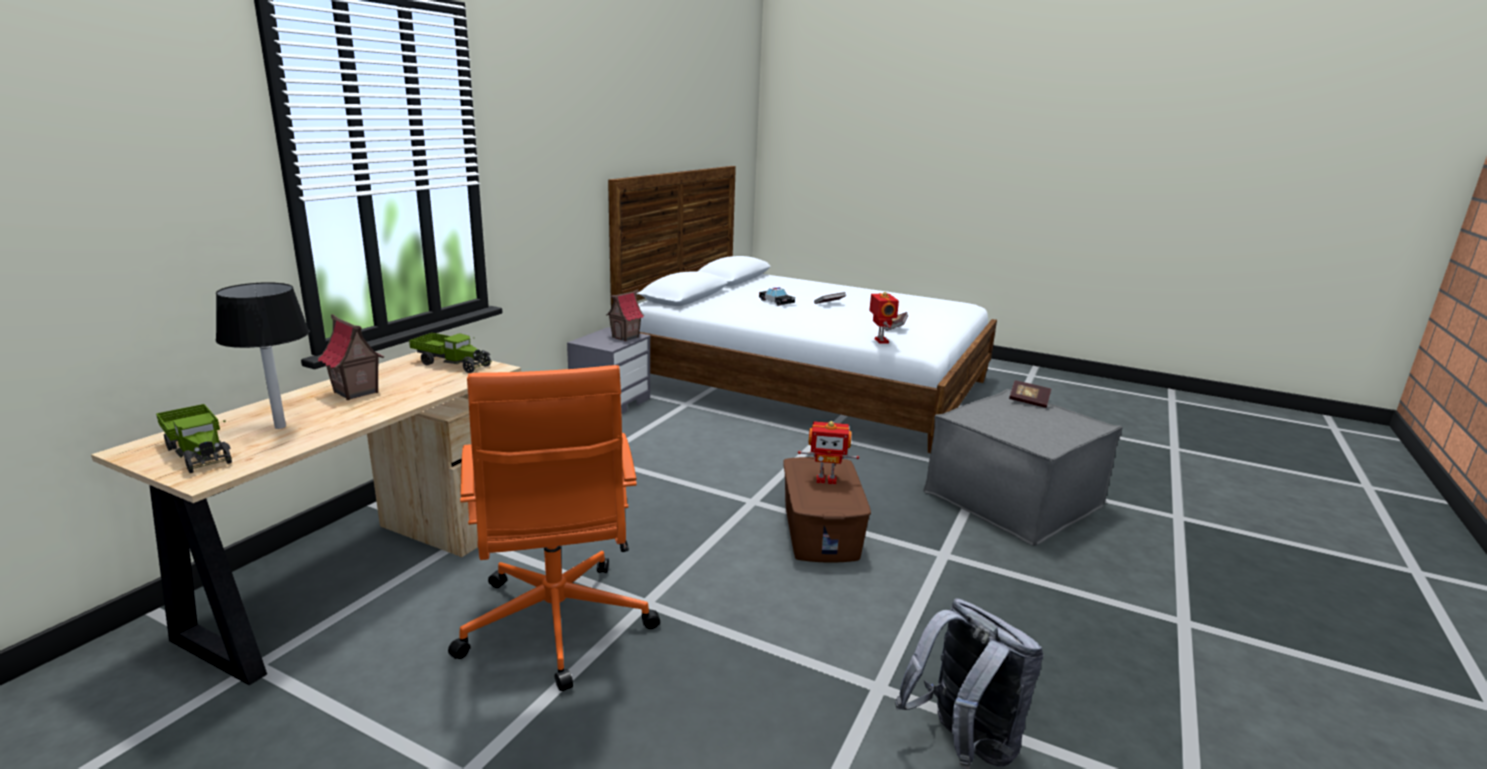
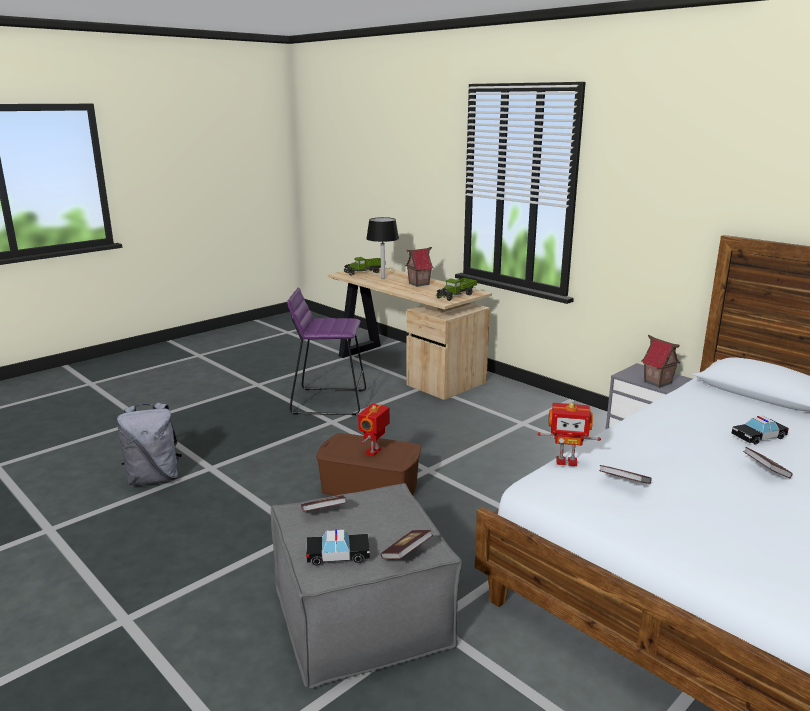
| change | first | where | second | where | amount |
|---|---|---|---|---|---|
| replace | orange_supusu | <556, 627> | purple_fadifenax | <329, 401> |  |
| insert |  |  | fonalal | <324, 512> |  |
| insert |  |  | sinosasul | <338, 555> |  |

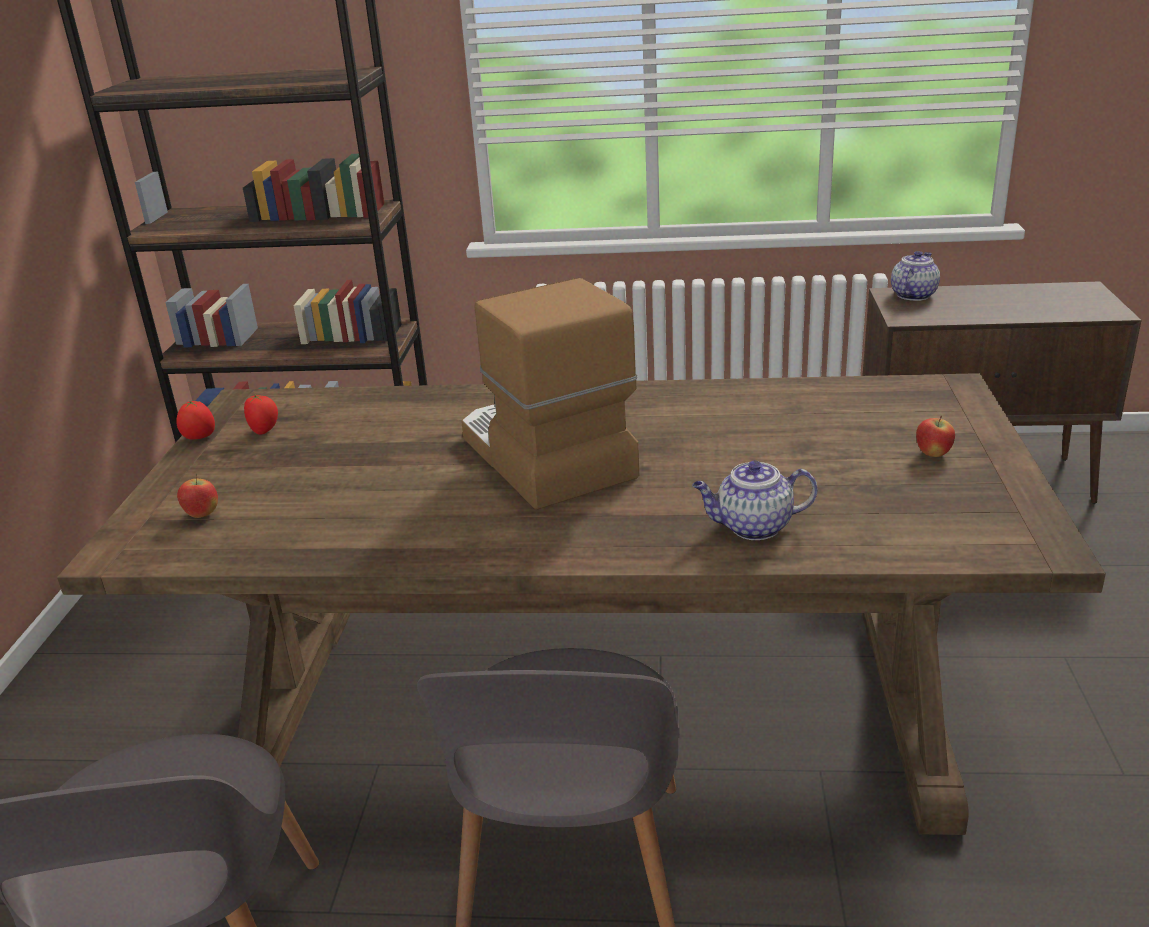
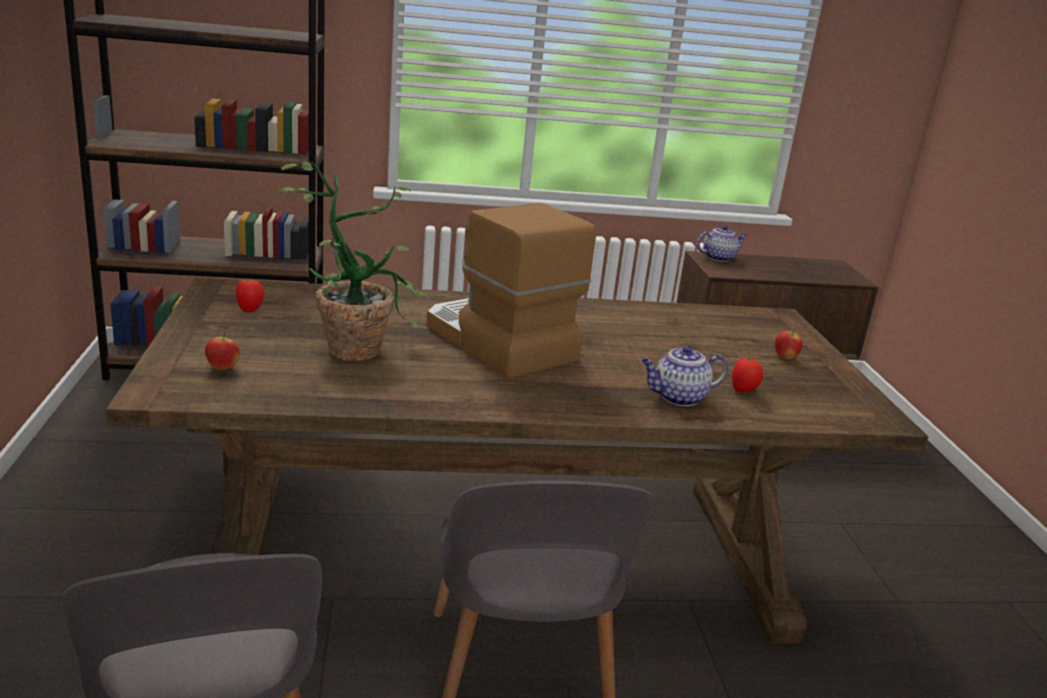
| change | first | where | second | where | amount |
|---|---|---|---|---|---|
| move | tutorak | <199, 438> |  | <743, 391> |  |
| rotate | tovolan | <913, 295> |  | <719, 258> | 45 degrees clockwise |
| insert |  |  | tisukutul | <357, 345> |  |

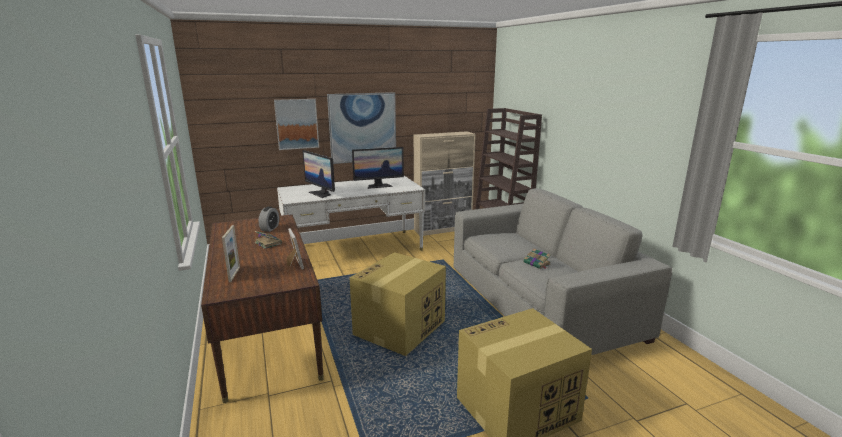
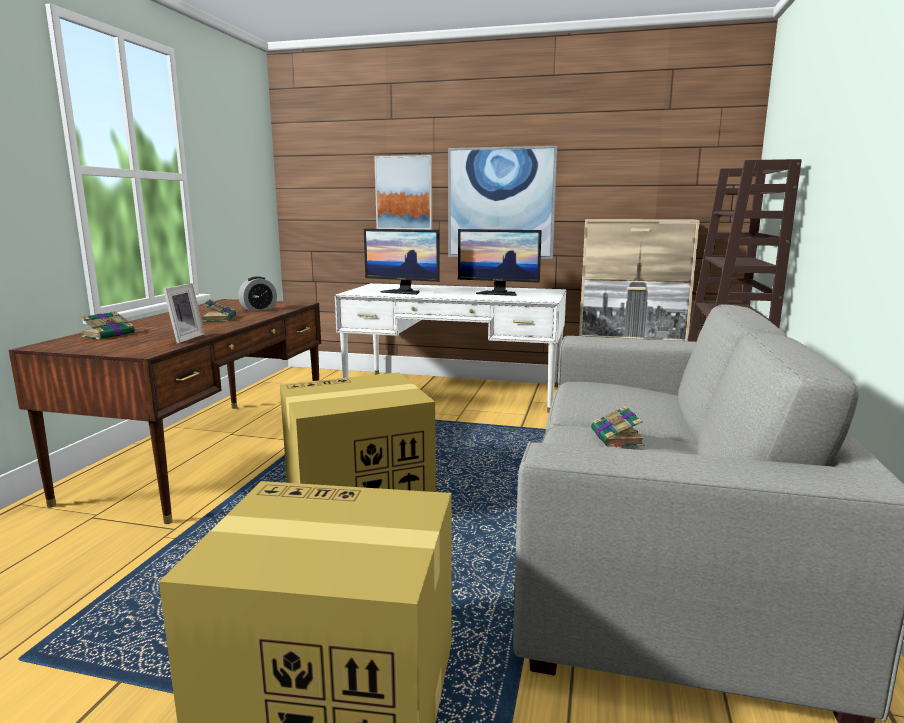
| change | first | where | second | where | amount |
|---|---|---|---|---|---|
| replace | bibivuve | <234, 274> | fonalal | <110, 334> |  |
| rotate | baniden | <321, 194> |  | <403, 292> | 60 degrees counterclockwise |

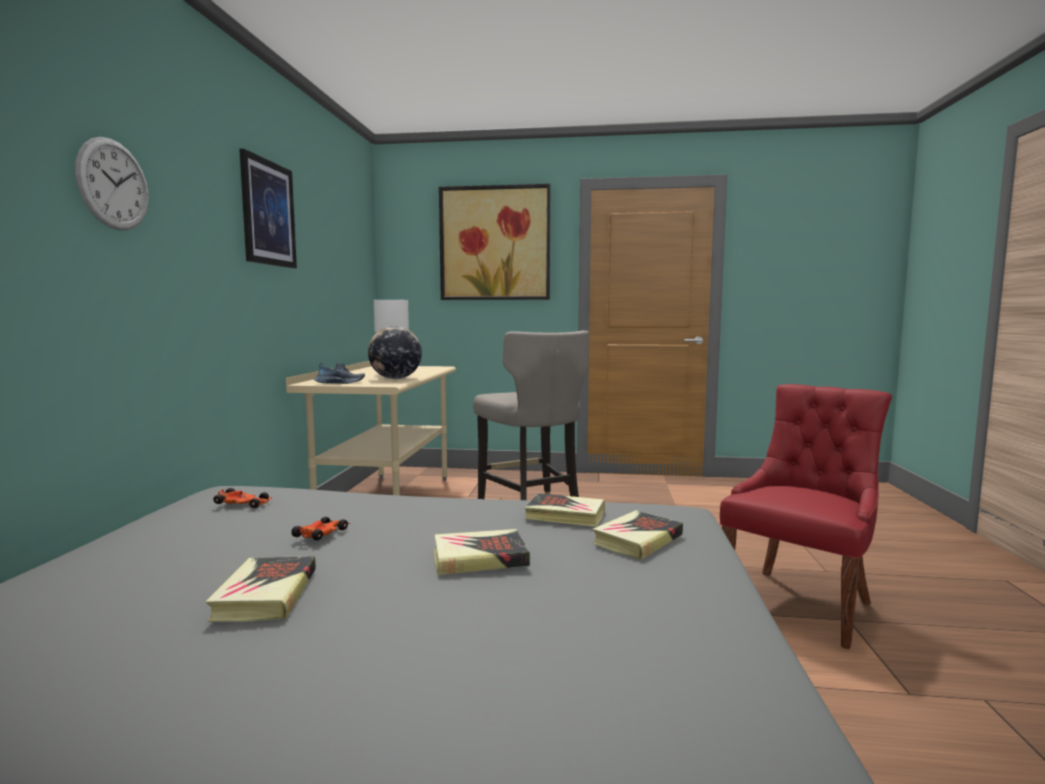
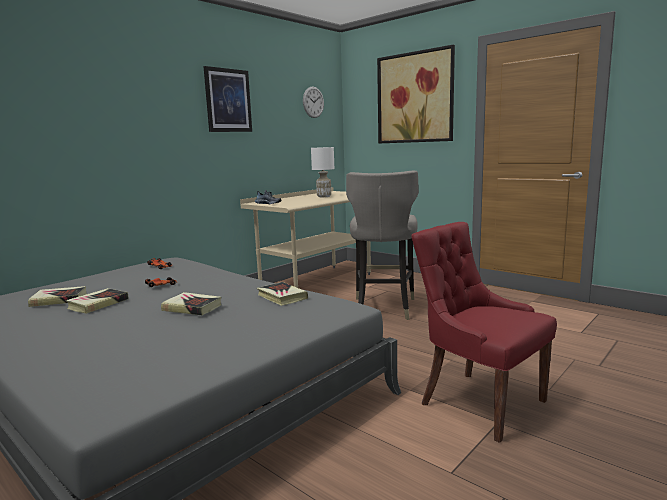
| change | first | where | second | where | amount |
|---|---|---|---|---|---|
| move | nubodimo | <113, 184> |  | <313, 102> |  |
| delete | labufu | <395, 379> |  |  |  |
| move | fonalal | <637, 540> |  | <59, 300> |  |
| rotate | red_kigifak | <799, 603> |  | <479, 402> | 120 degrees counterclockwise |

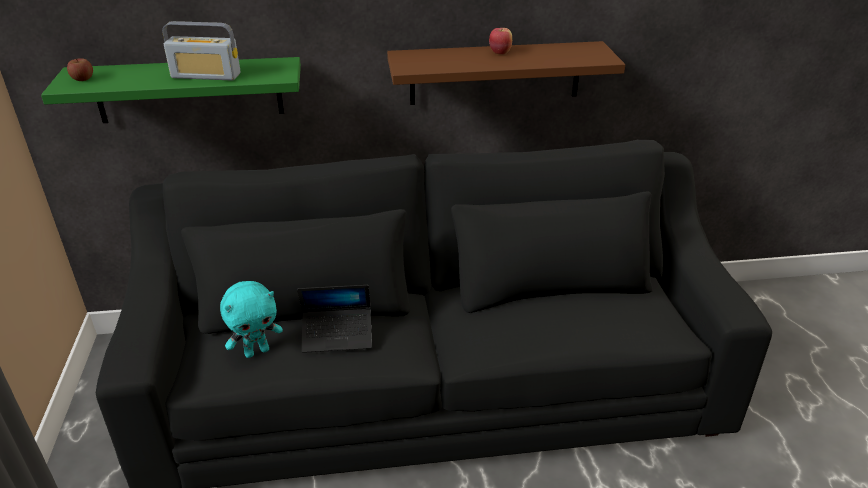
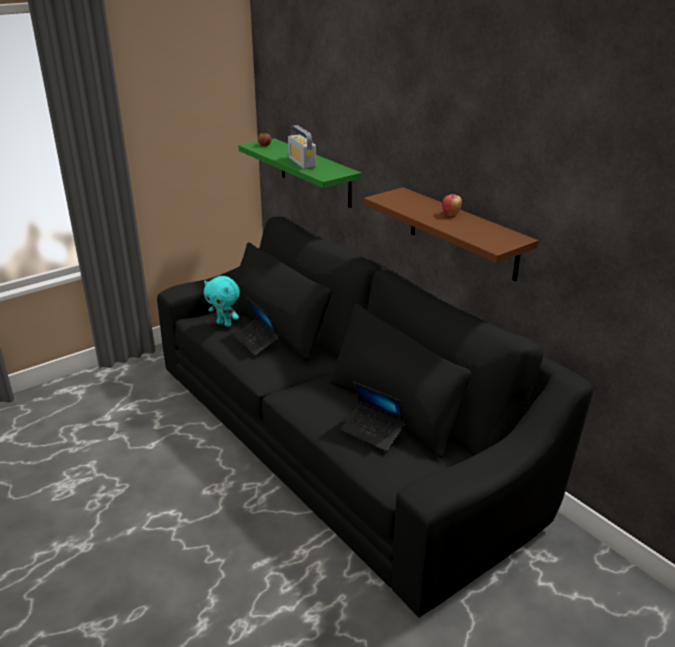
| change | first | where | second | where | amount |
|---|---|---|---|---|---|
| insert |  |  | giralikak | <372, 431> |  |

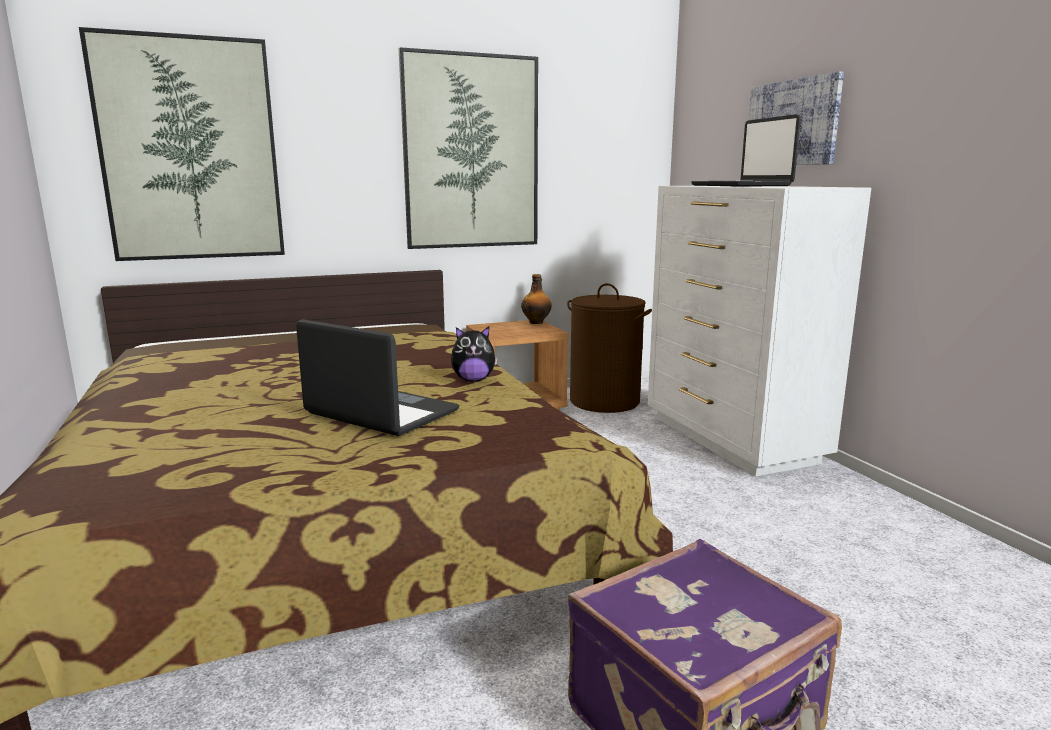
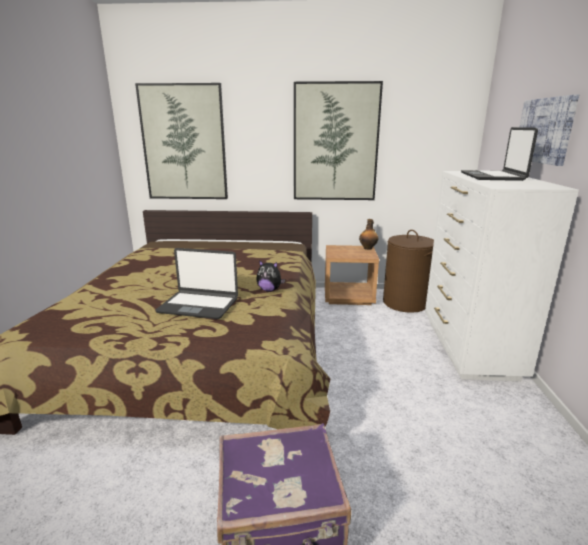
| change | first | where | second | where | amount |
|---|---|---|---|---|---|
| rotate | giralikak | <381, 413> |  | <199, 305> | 135 degrees clockwise |

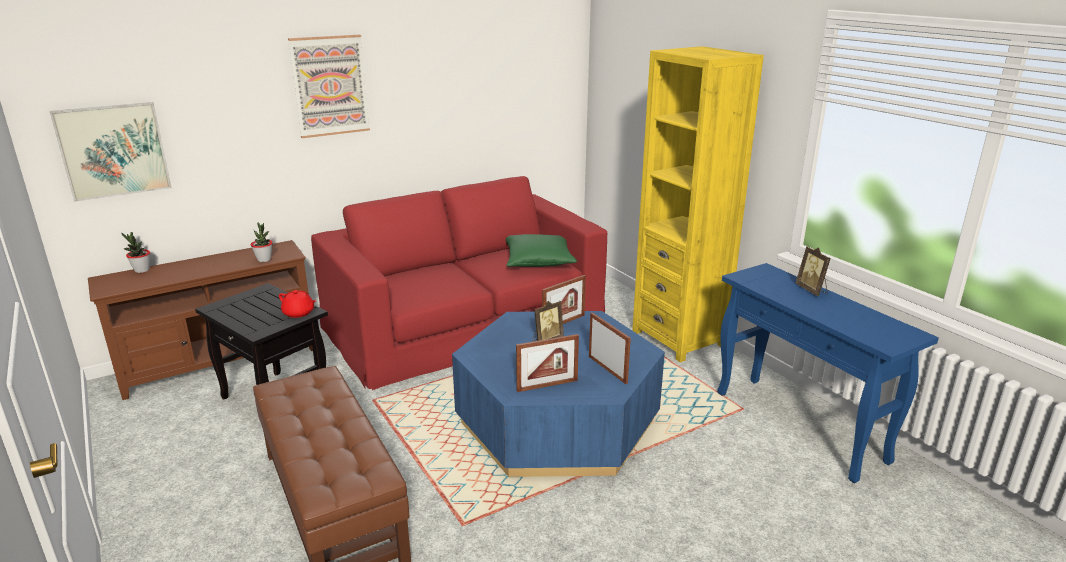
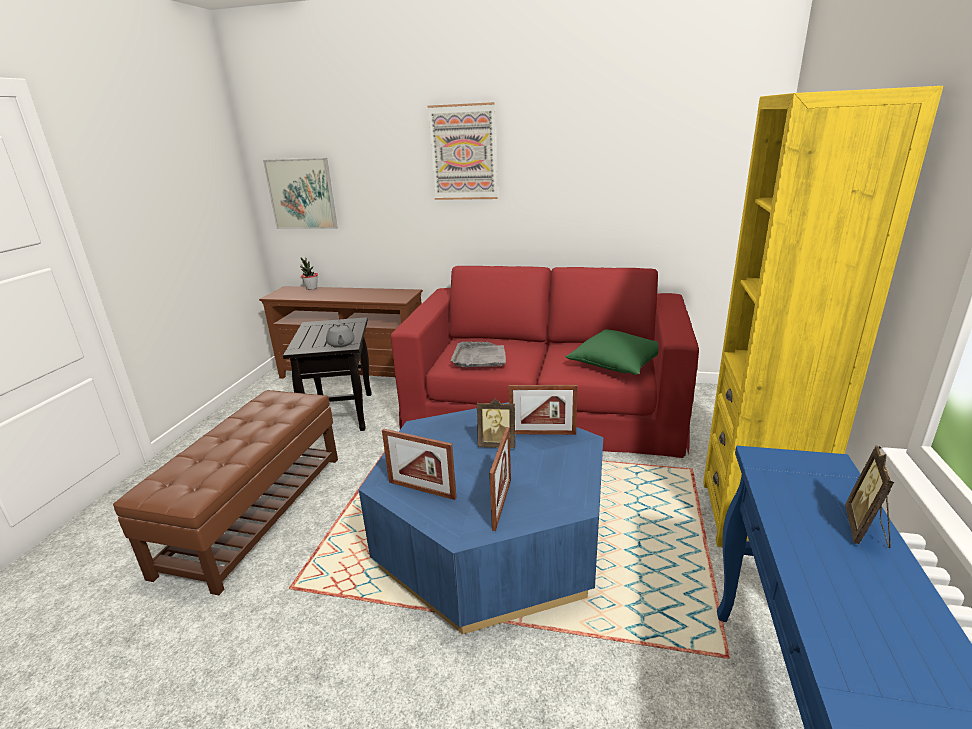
| change | first | where | second | where | amount |
|---|---|---|---|---|---|
| delete | tisukutul | <264, 259> |  |  |  |
| recolor | red_tovolan | <299, 313> | grey_tovolan | <341, 344> |  |
| insert |  |  | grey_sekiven | <479, 357> |  |

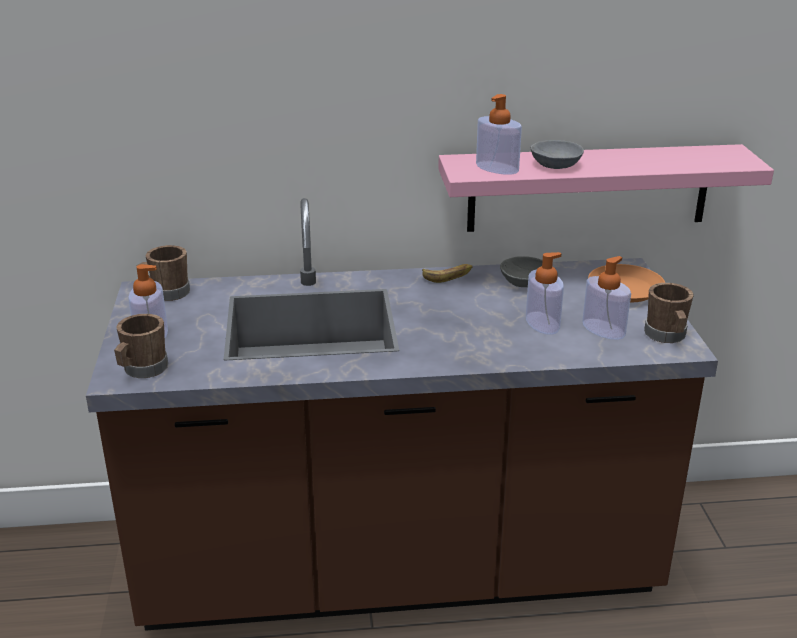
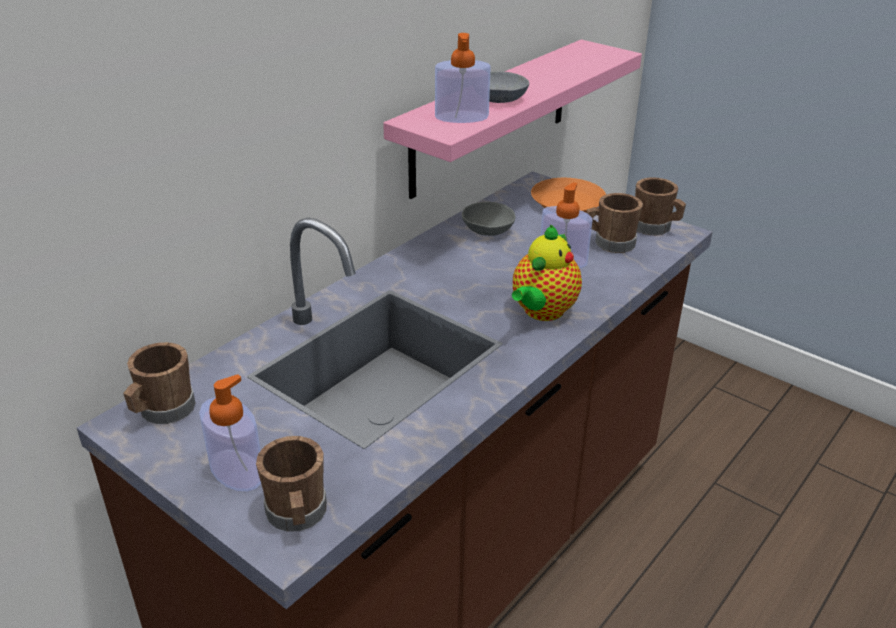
| change | first | where | second | where | amount |
|---|---|---|---|---|---|
| delete | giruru | <448, 276> |  |  |  |
| replace | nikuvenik | <603, 329> | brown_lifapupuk | <610, 243> |  |
| insert |  |  | tovolan | <542, 312> |  |

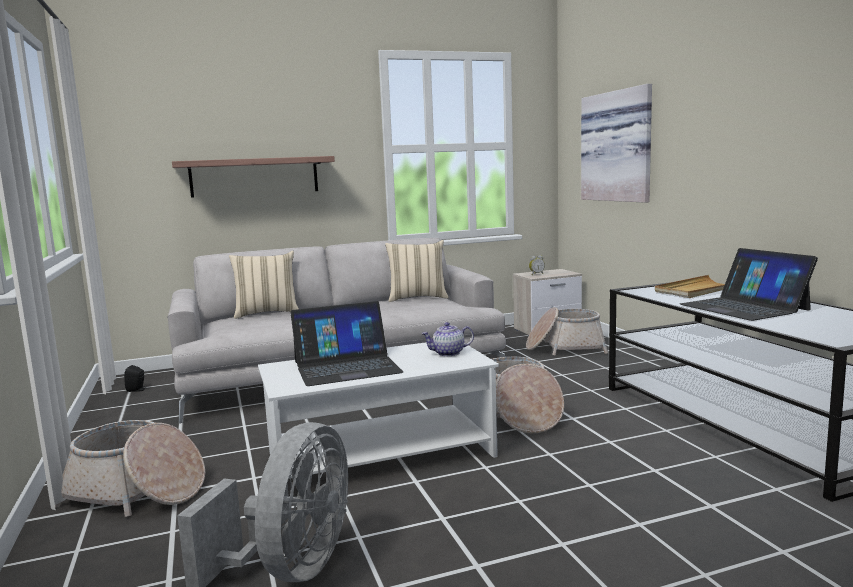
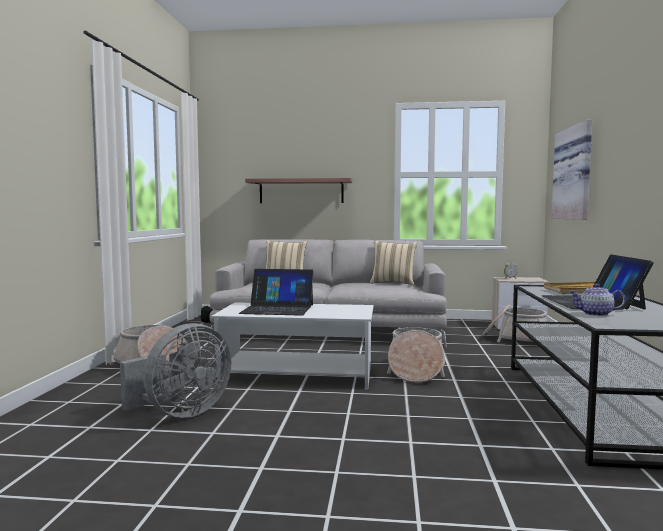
| change | first | where | second | where | amount |
|---|---|---|---|---|---|
| move | tovolan | <448, 353> |  | <595, 314> |  |

